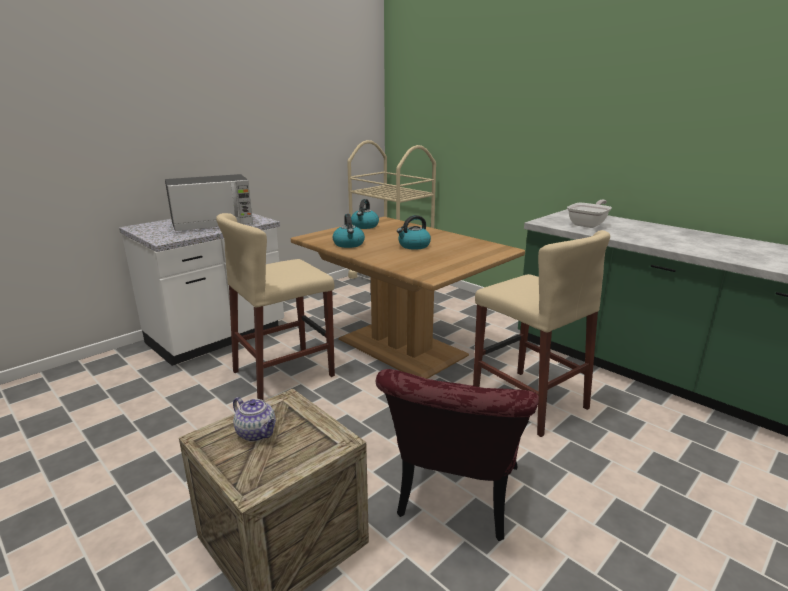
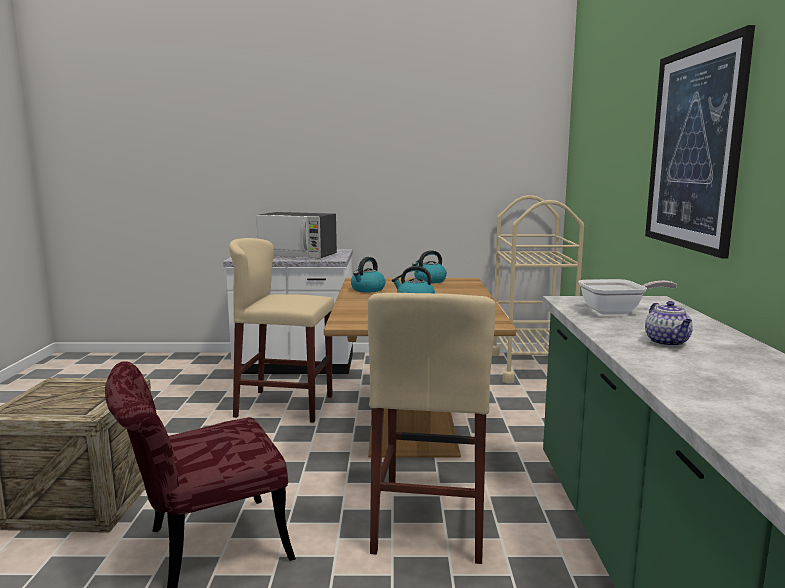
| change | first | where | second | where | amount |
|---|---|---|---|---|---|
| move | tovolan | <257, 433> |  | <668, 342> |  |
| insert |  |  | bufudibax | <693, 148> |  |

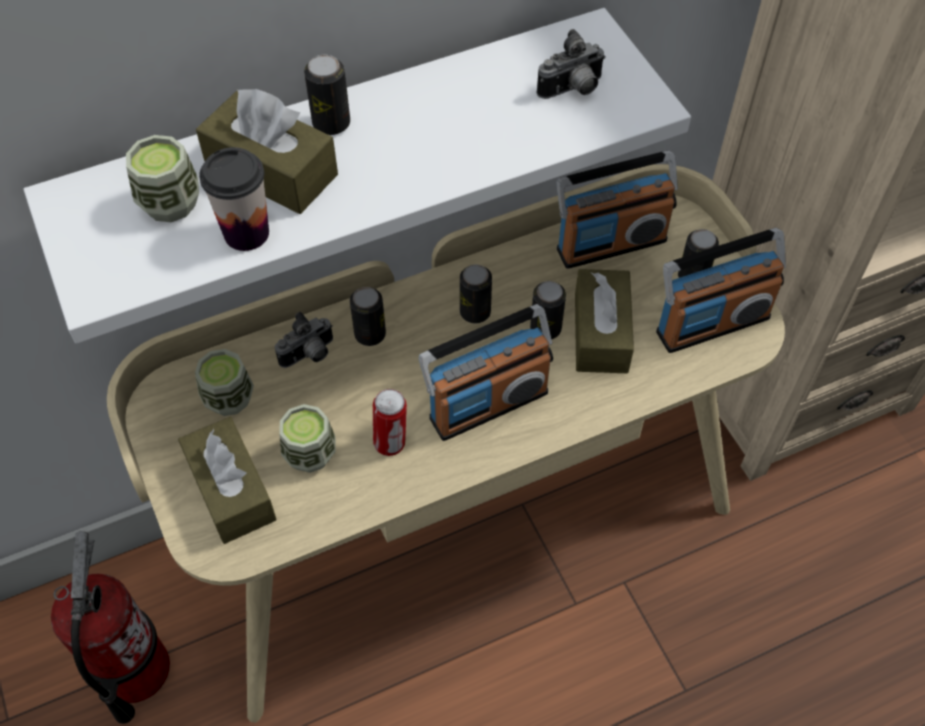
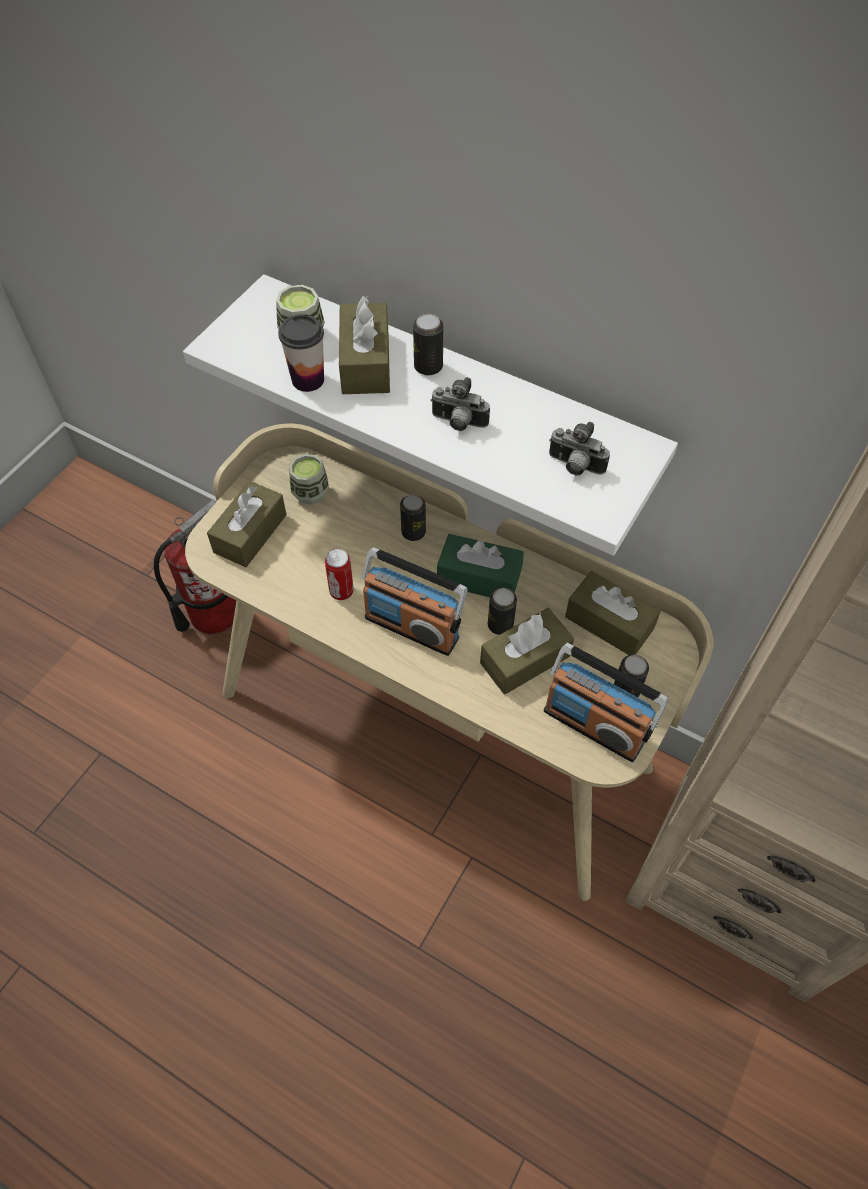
| change | first | where | second | where | amount |
|---|---|---|---|---|---|
| move | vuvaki | <309, 355> |  | <458, 423> |  |
| delete | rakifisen | <310, 453> |  |  |  |
| replace | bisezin | <475, 312> | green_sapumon | <479, 577> |  |
| replace | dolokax | <610, 243> | brown_sapumon | <609, 623> |  |

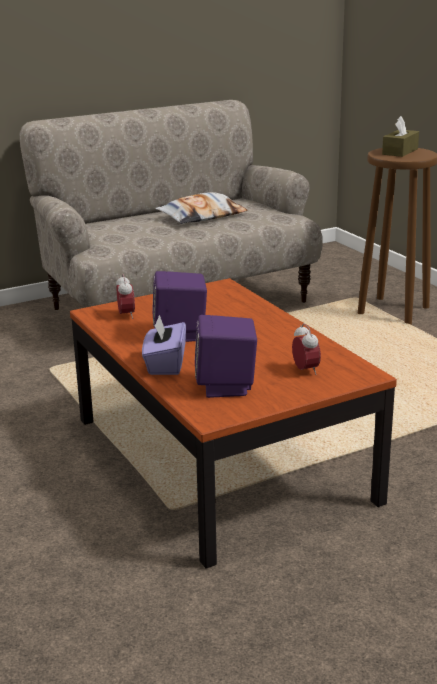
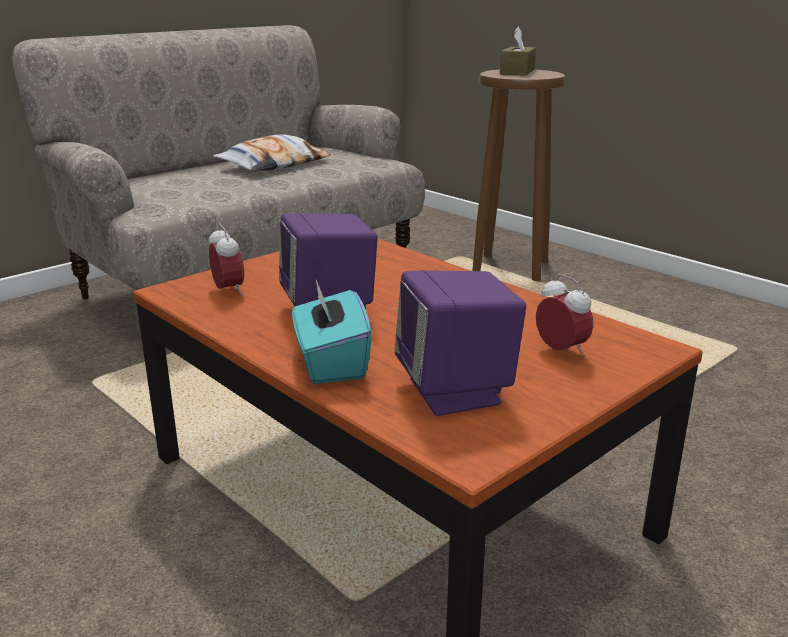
| change | first | where | second | where | amount |
|---|---|---|---|---|---|
| recolor | purple_sapumon | <165, 364> | turquoise_sapumon | <331, 363> |  |

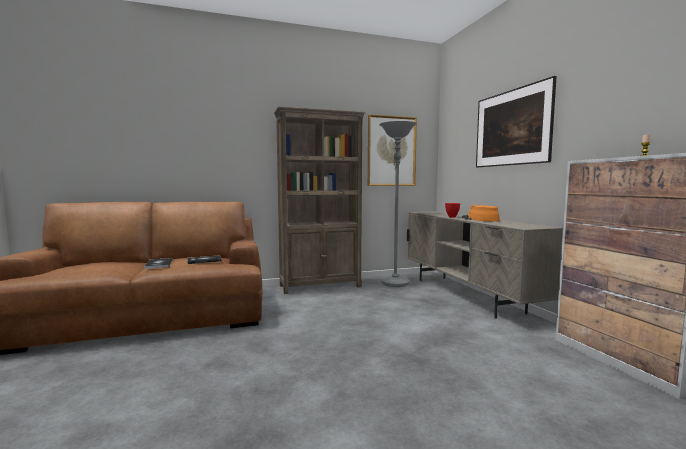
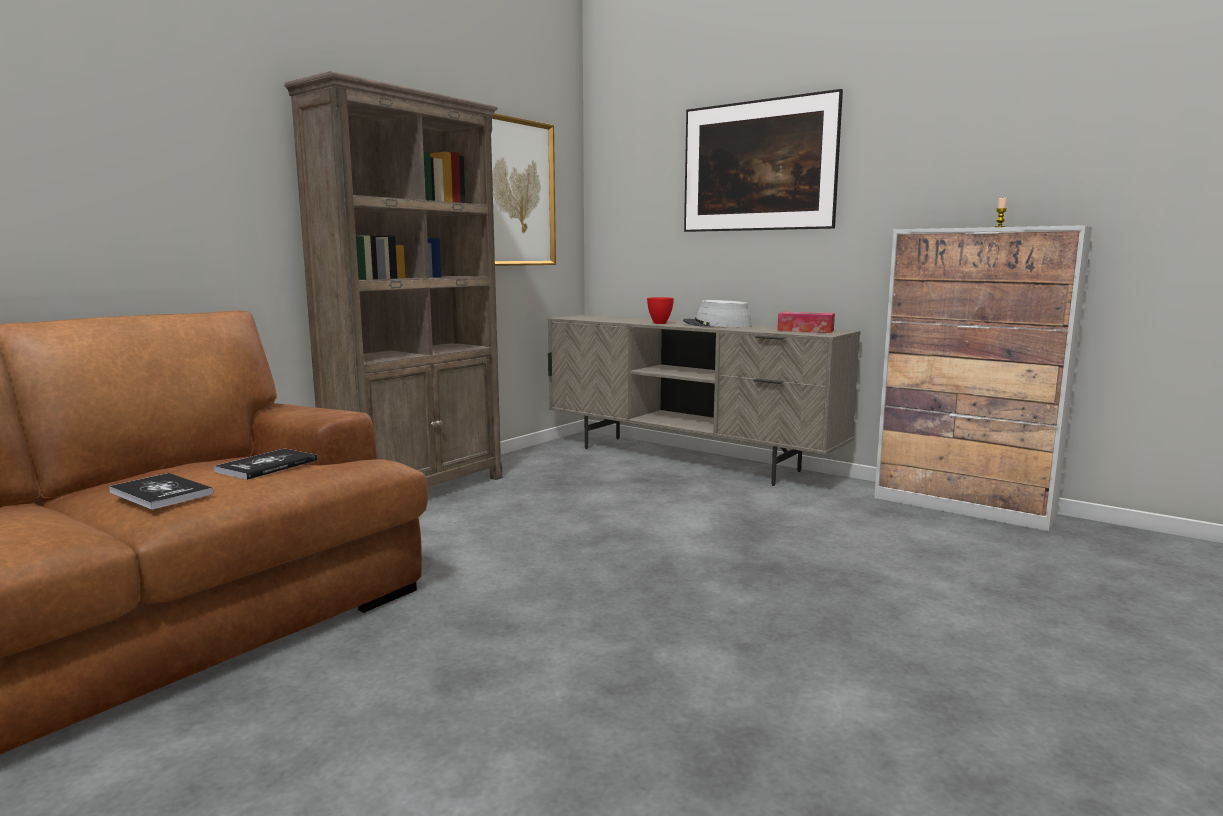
| change | first | where | second | where | amount |
|---|---|---|---|---|---|
| delete | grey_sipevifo | <395, 283> |  |  |  |
| recolor | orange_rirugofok | <480, 219> | grey_rirugofok | <716, 325> |  |
| insert |  |  | sapumon | <805, 330> |  |

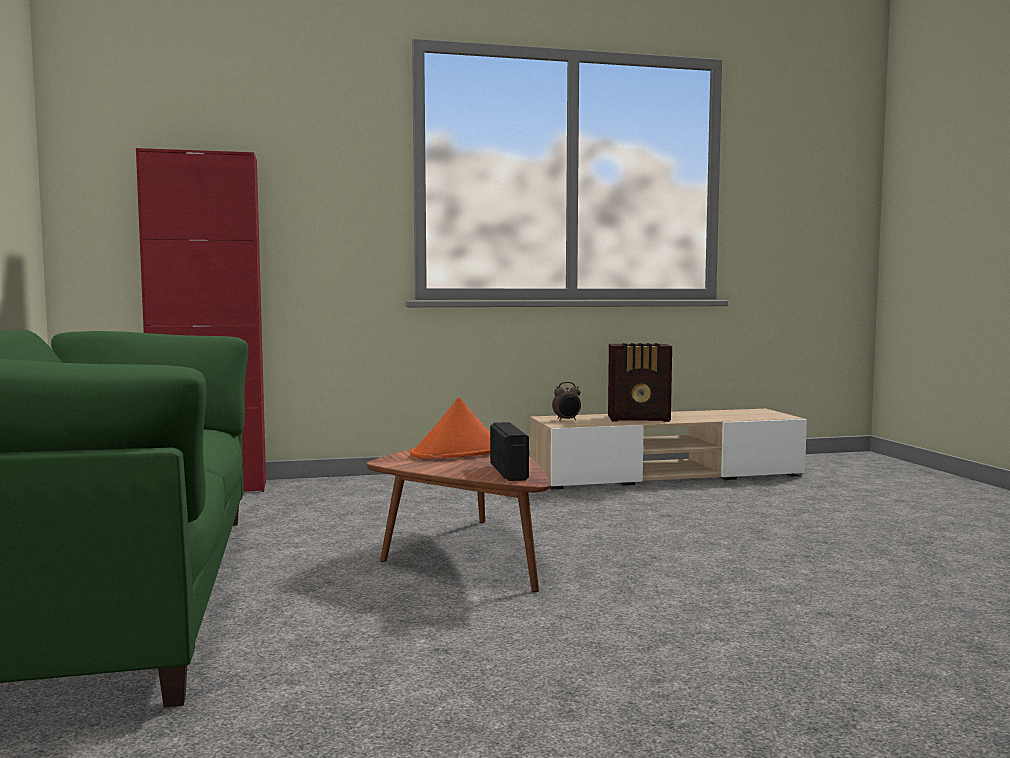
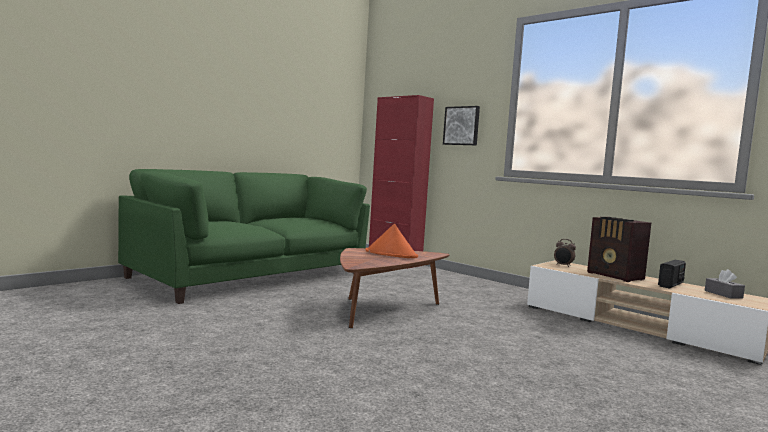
| change | first | where | second | where | amount |
|---|---|---|---|---|---|
| move | dolokax | <509, 472> |  | <671, 284> |  |
| insert |  |  | bufudibax | <462, 126> |  |
| insert |  |  | grey_sapumon | <723, 294> |  |

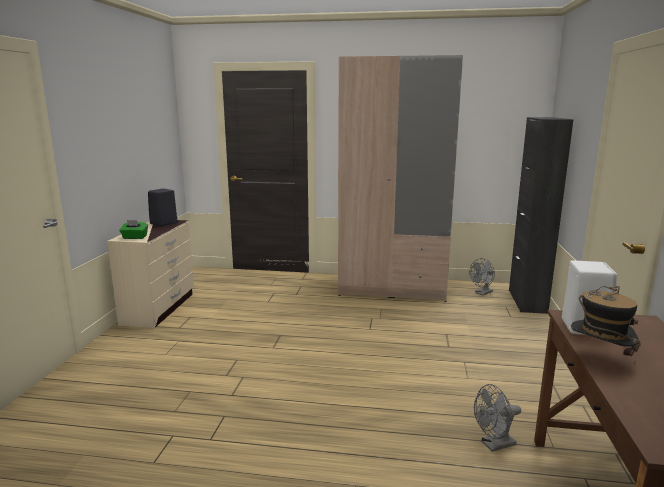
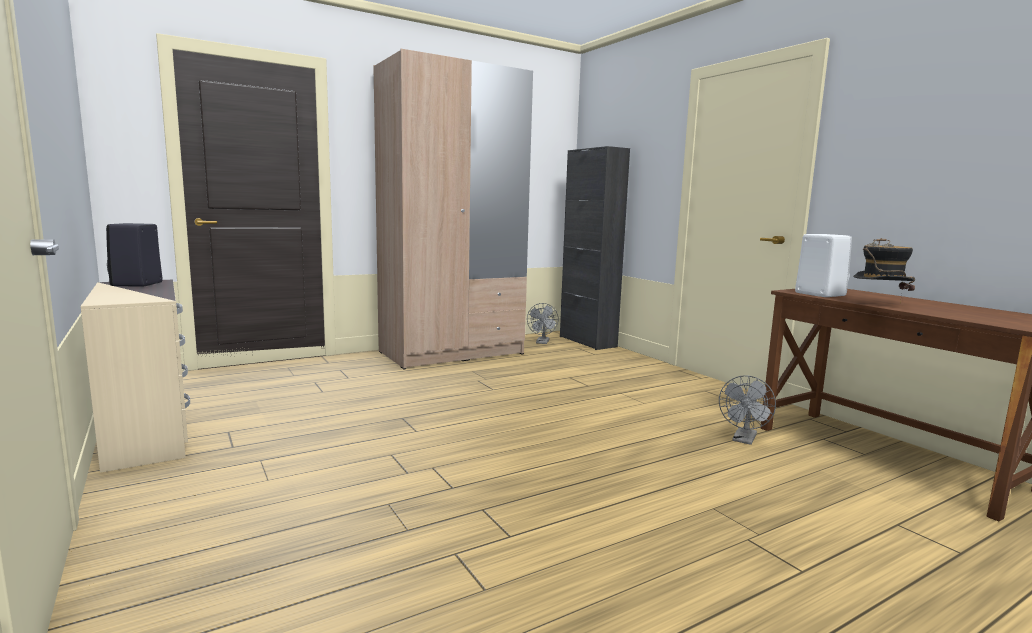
| change | first | where | second | where | amount |
|---|---|---|---|---|---|
| delete | green_sapumon | <134, 237> |  |  |  |

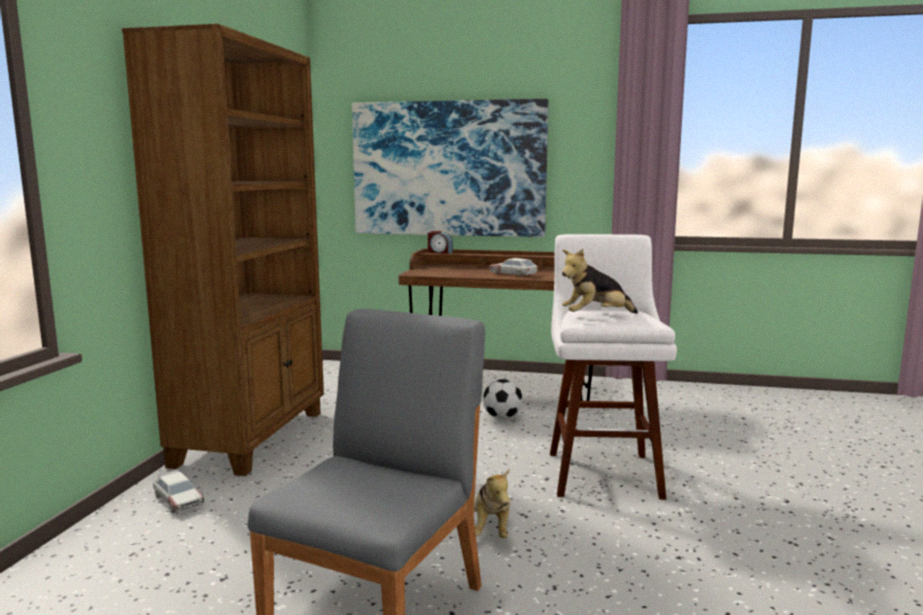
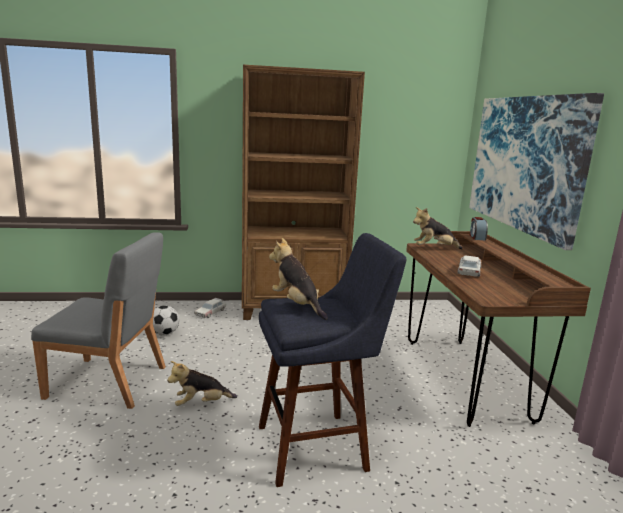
| change | first | where | second | where | amount |
|---|---|---|---|---|---|
| move | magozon | <502, 417> |  | <164, 333> |  |
| recolor | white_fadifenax | <602, 470> | blue_fadifenax | <319, 446> |  |
| insert |  |  | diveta | <434, 249> |  |

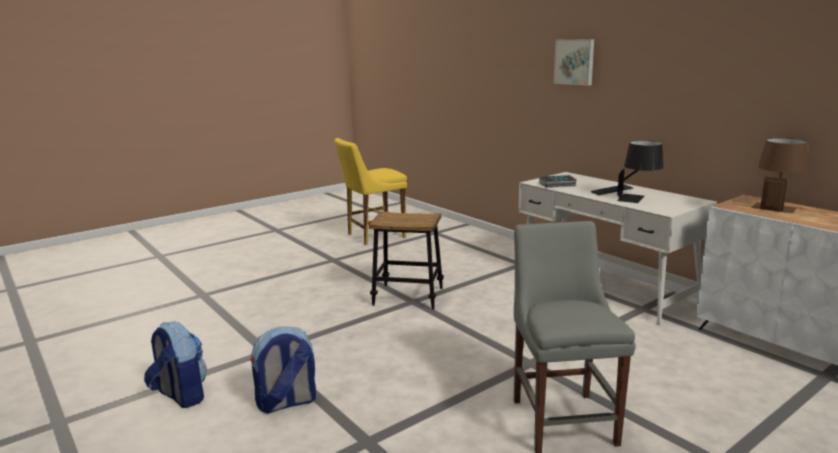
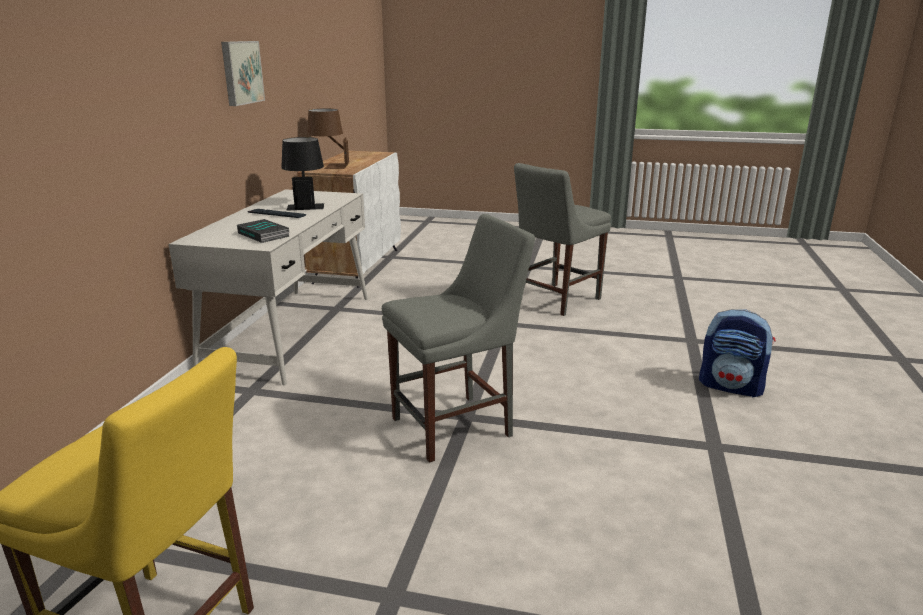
| change | first | where | second | where | amount |
|---|---|---|---|---|---|
| delete | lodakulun | <180, 395> |  |  |  |
| replace | fadifenax | <408, 297> | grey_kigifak | <457, 426> |  |
| move | bufudibax | <574, 62> |  | <241, 72> |  |

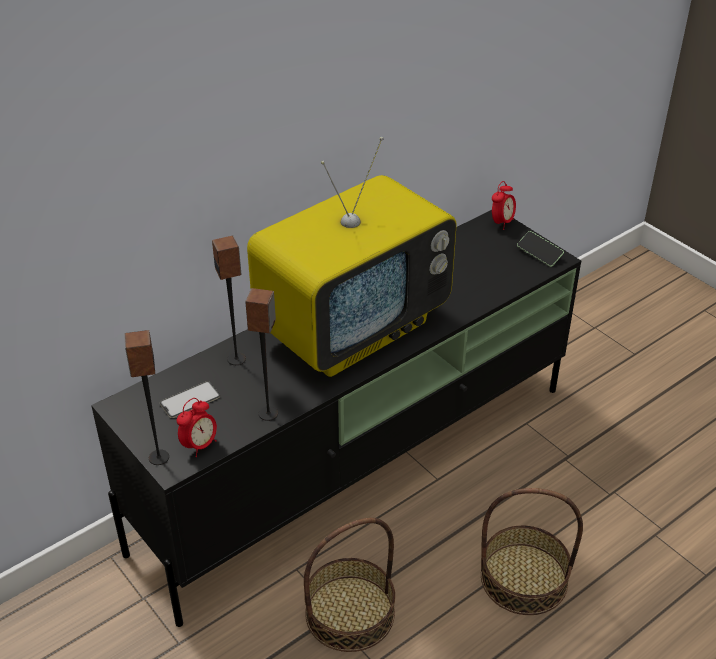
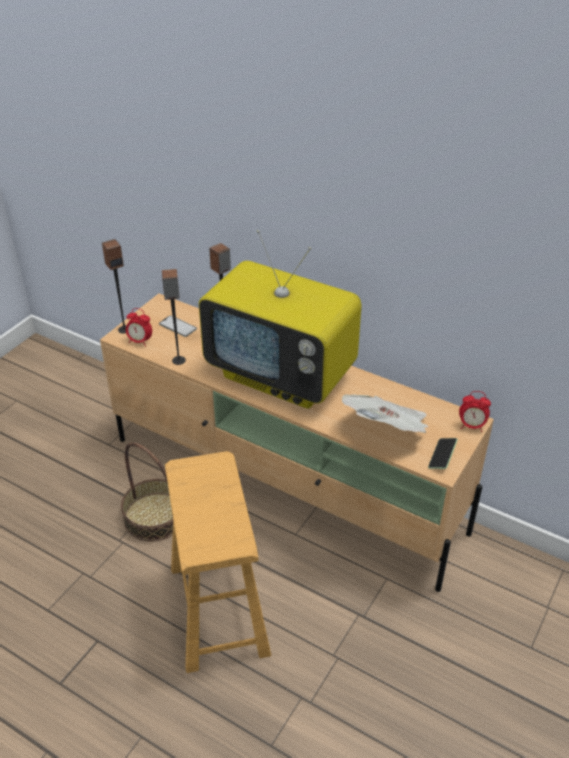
| change | first | where | second | where | amount |
|---|---|---|---|---|---|
| recolor | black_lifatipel | <359, 466> | beige_lifatipel | <287, 486> |  |
| replace | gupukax | <524, 578> | brown_fadifenax | <219, 610> |  |
| insert |  |  | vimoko | <387, 430> |  |

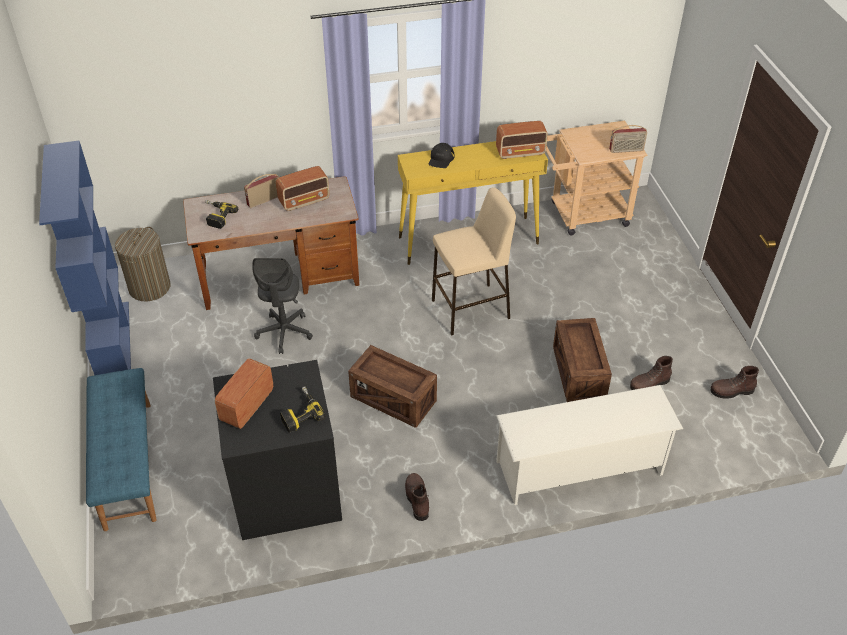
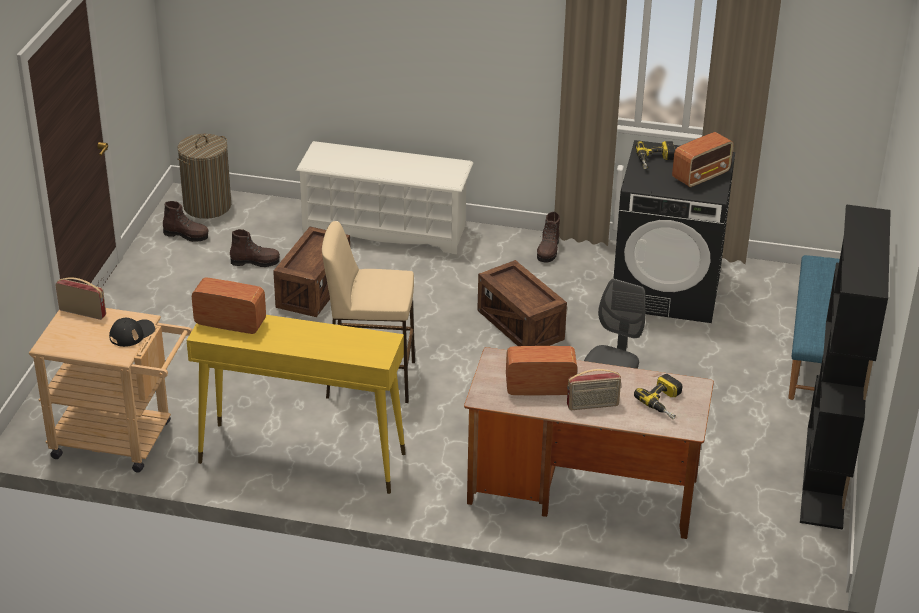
| change | first | where | second | where | amount |
|---|---|---|---|---|---|
| recolor | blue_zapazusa | <113, 342> | black_zapazusa | <825, 477> |  |
| move | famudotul | <149, 287> |  | <207, 206> |  |
| move | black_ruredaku | <441, 159> |  | <132, 334> |  |

